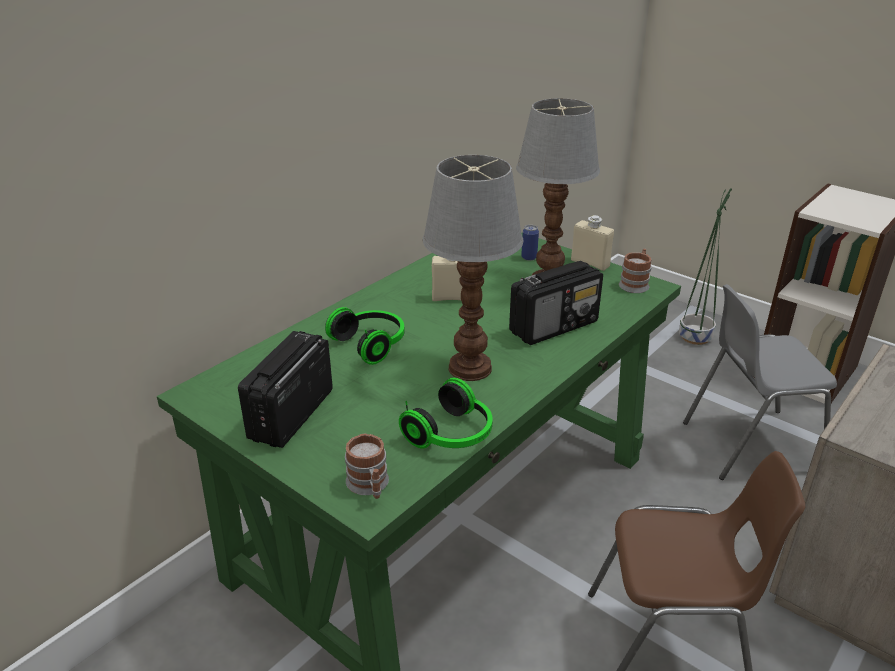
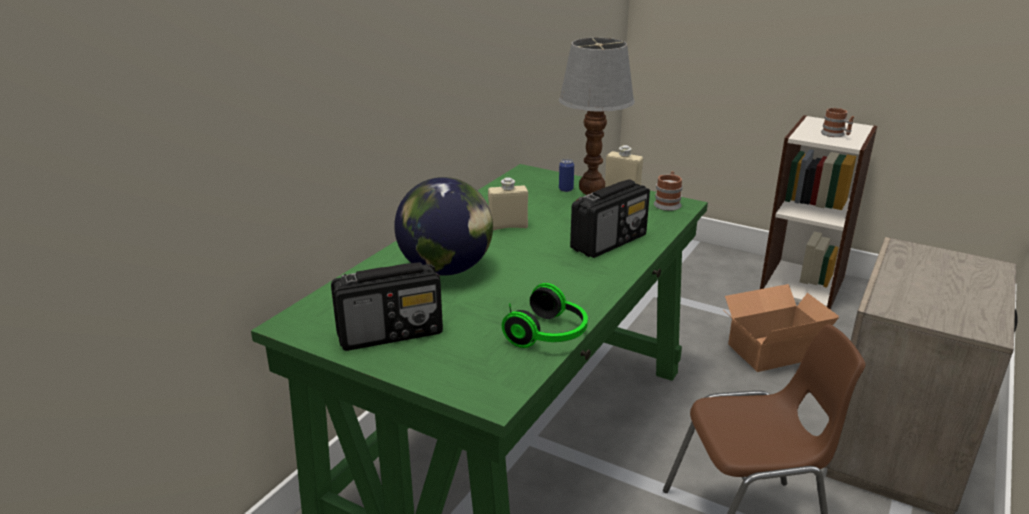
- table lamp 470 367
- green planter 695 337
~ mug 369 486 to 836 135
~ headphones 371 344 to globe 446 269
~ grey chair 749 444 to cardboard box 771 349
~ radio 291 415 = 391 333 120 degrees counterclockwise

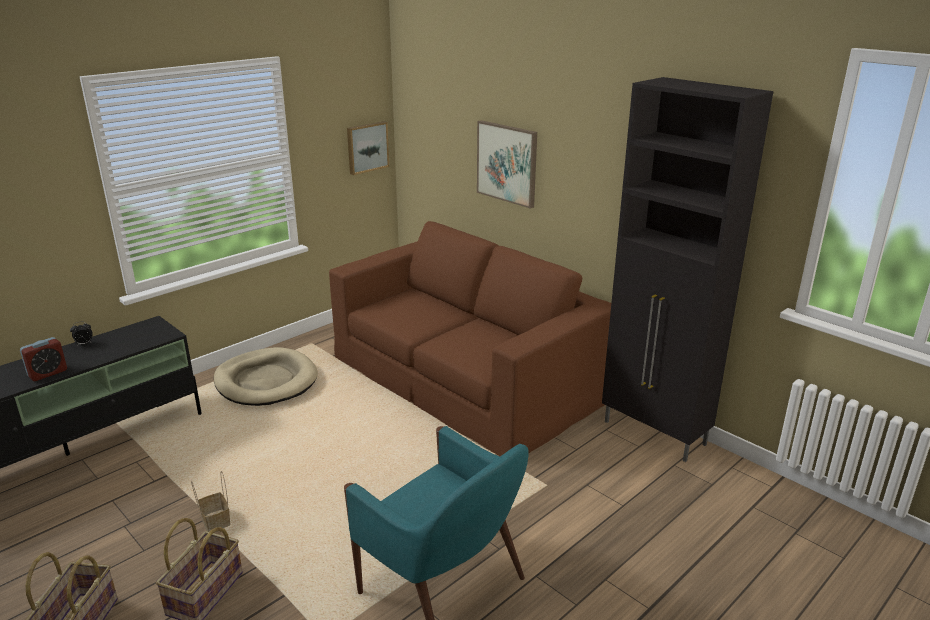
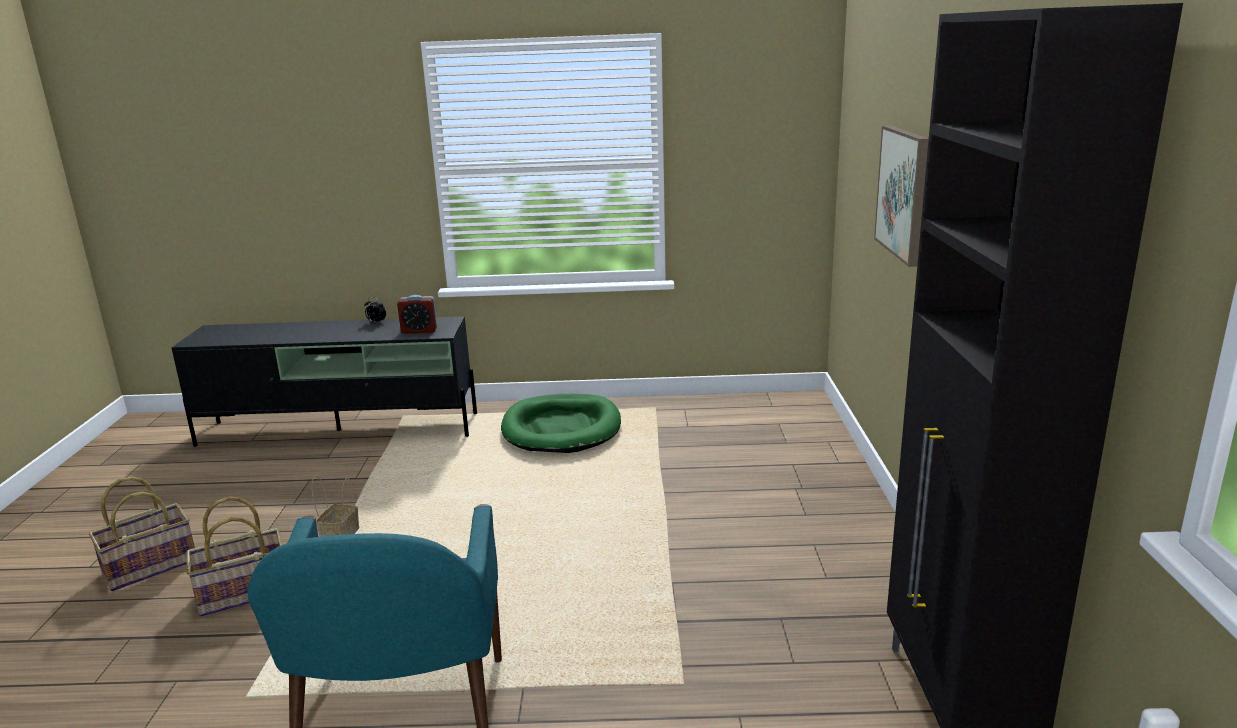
- brown sofa 466 376
- picture 367 147
~ alarm clock 47 373 to 419 331
~ beige dog bed 266 381 to green dog bed 562 428

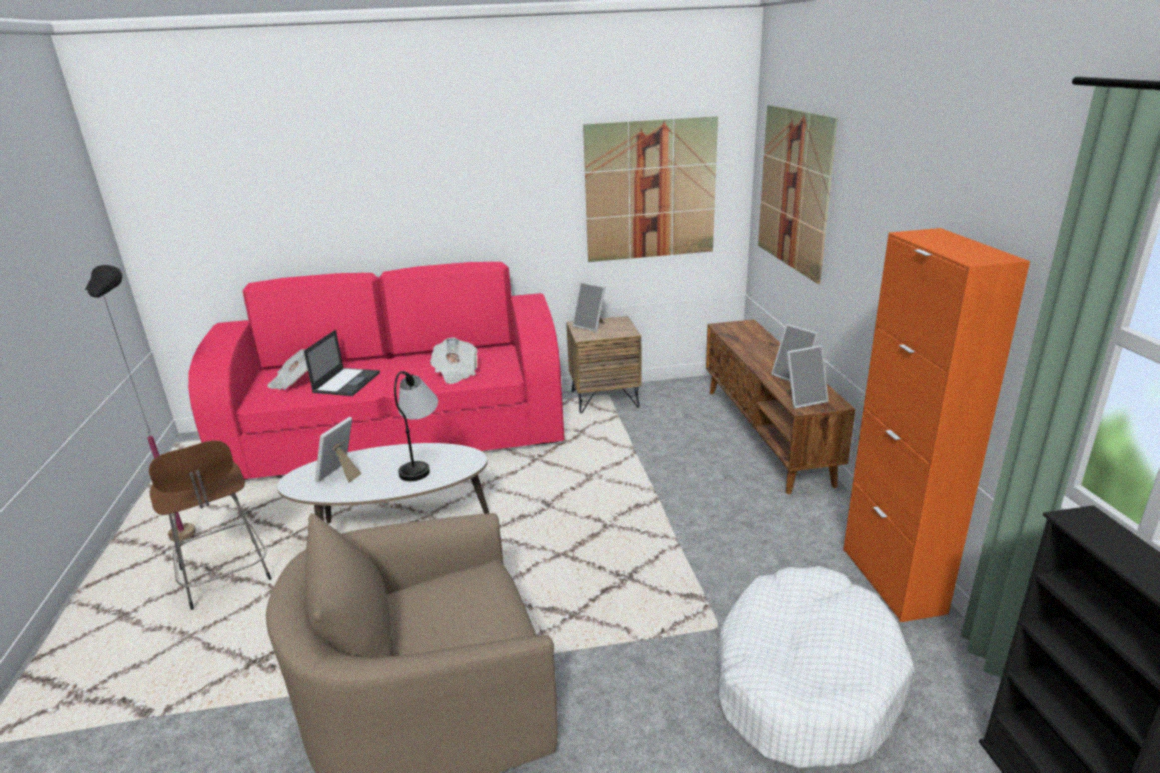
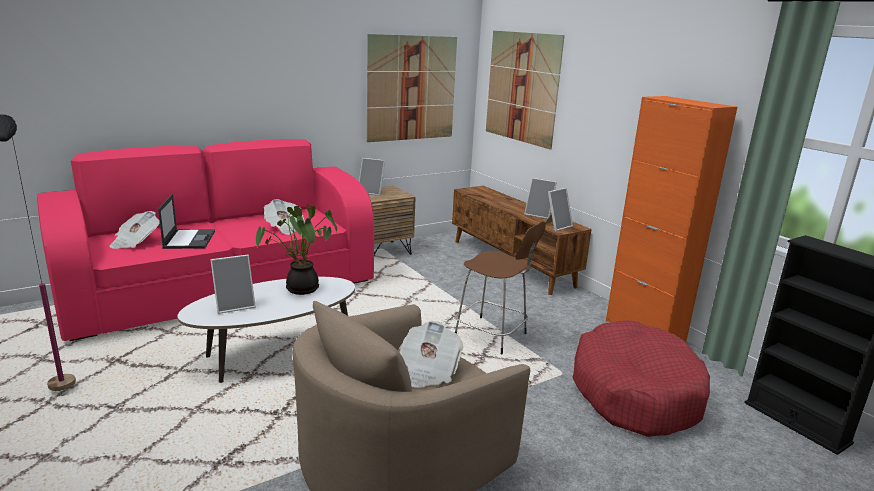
+ newspaper 428 370
~ brown stool 226 577 to 493 336
~ table lamp 421 462 to potted plant 300 290
~ white dog bed 804 681 to red dog bed 634 392
~ picture frame 340 475 = 235 305 120 degrees counterclockwise

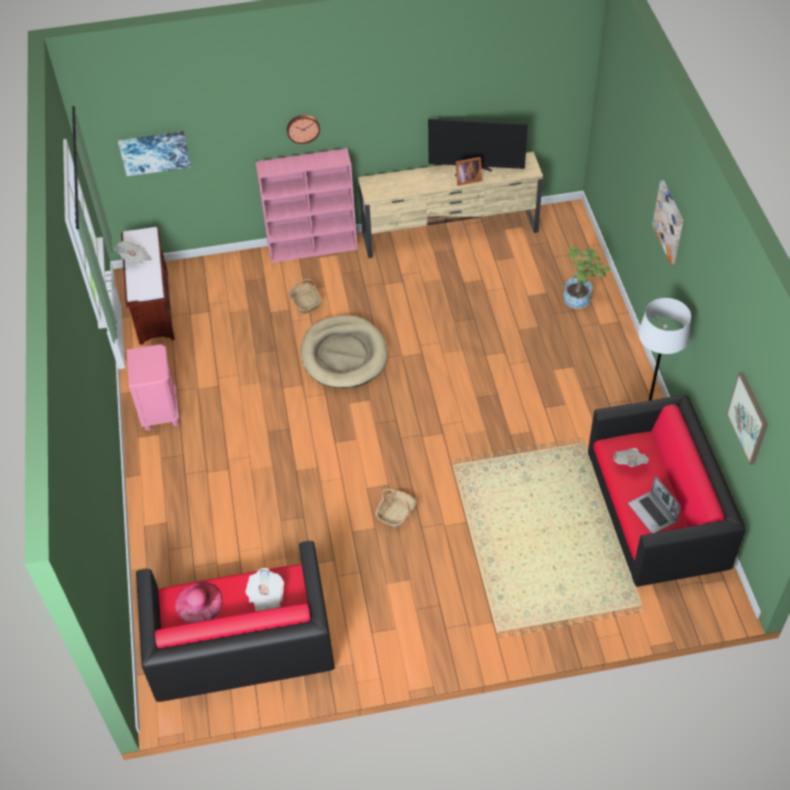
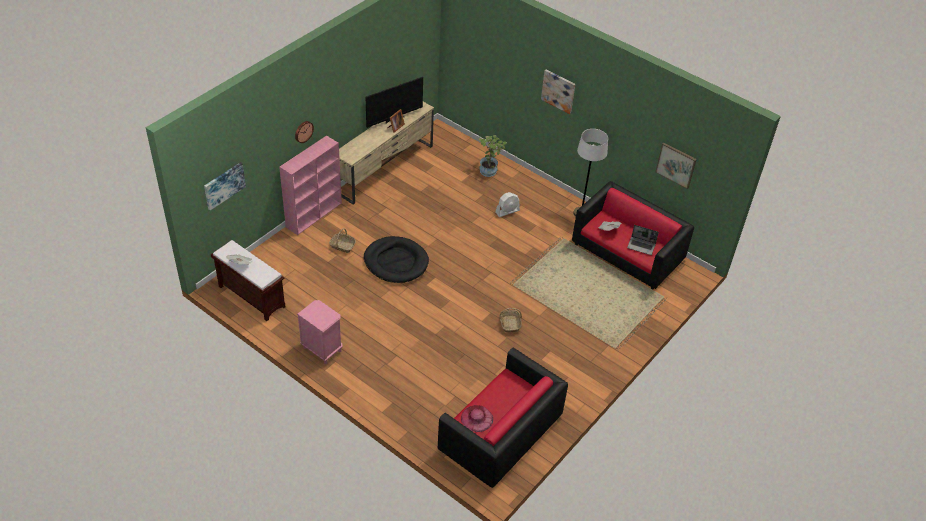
- newspaper 265 598
+ white fan 507 211
~ beige dog bed 344 355 to black dog bed 396 262

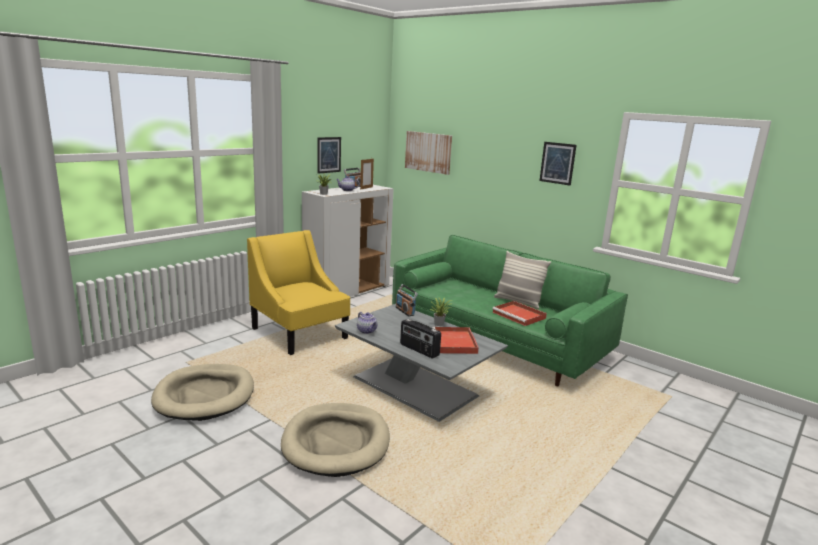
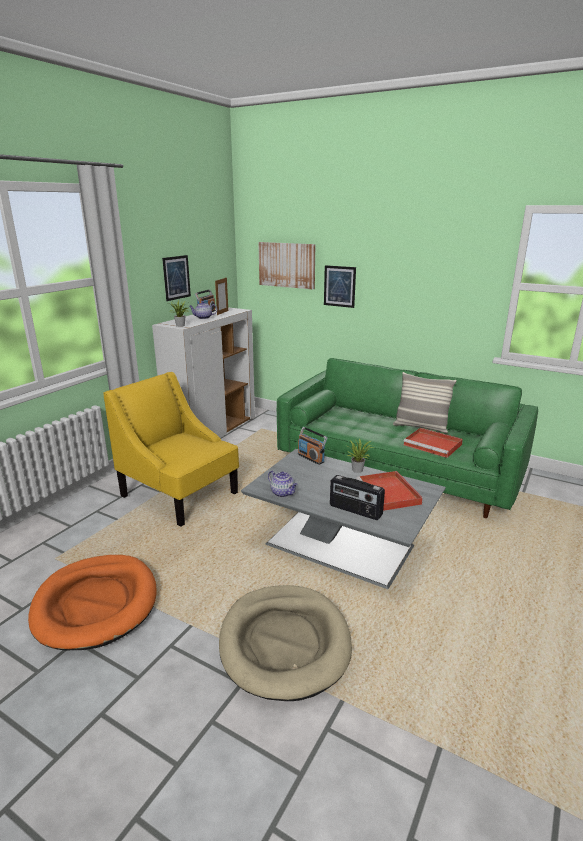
~ picture 557 163 to 339 286
~ beige dog bed 205 395 to orange dog bed 96 604

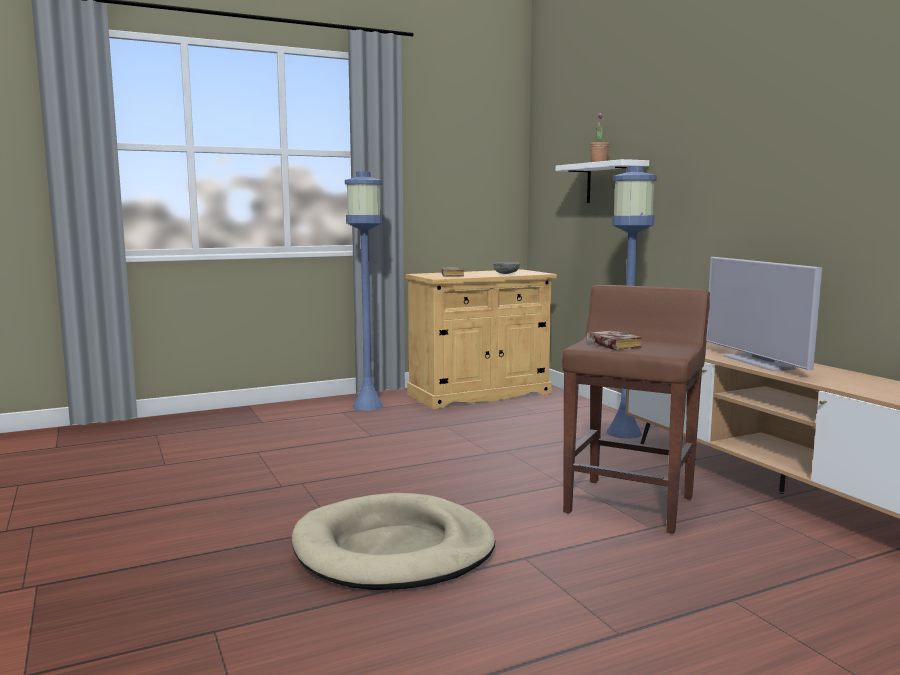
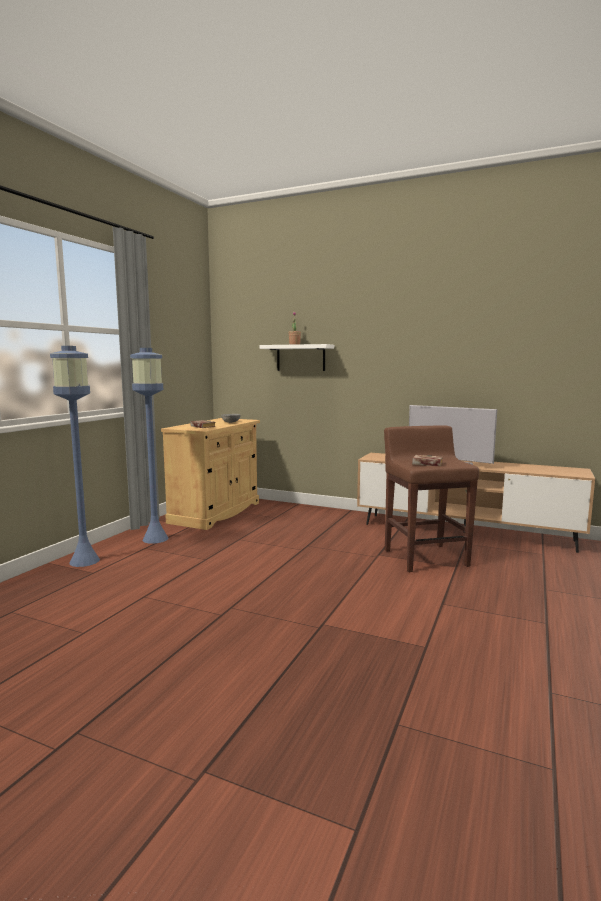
- beige dog bed 394 550
~ blue floor lamp 624 433 to 85 561

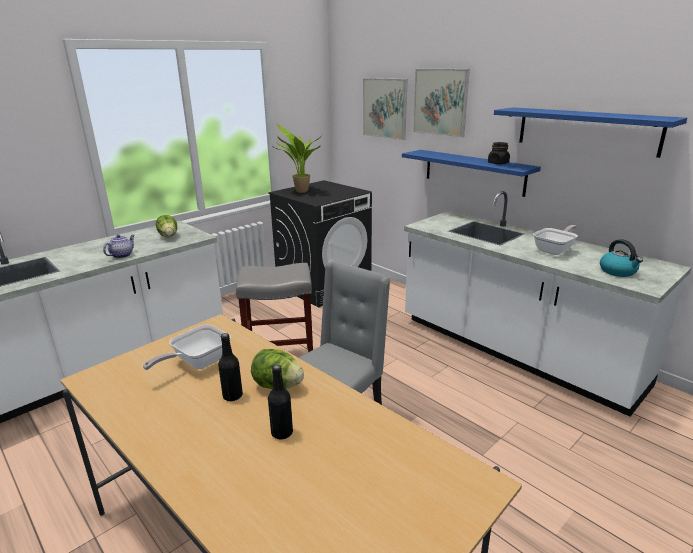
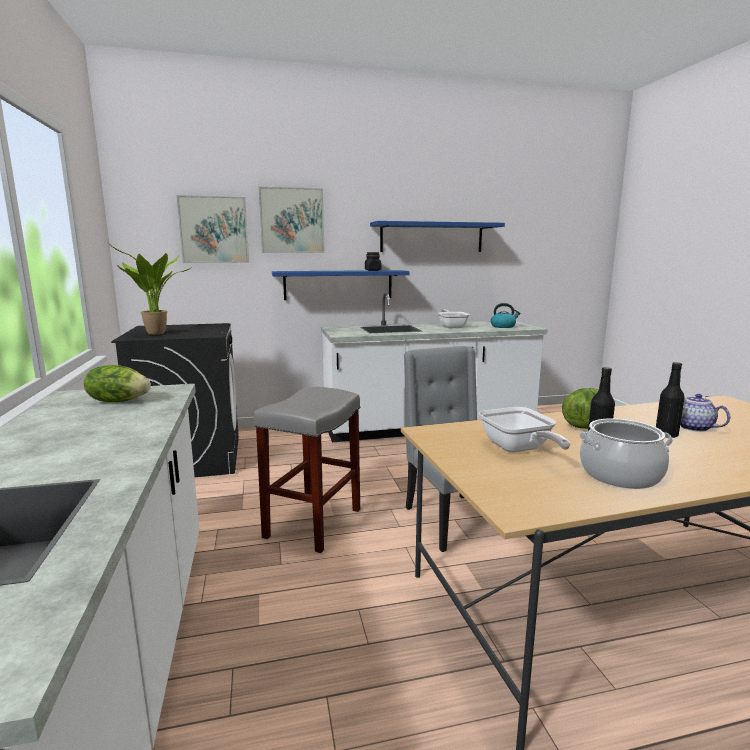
+ cooking pot 620 475
~ teapot 122 255 to 692 427

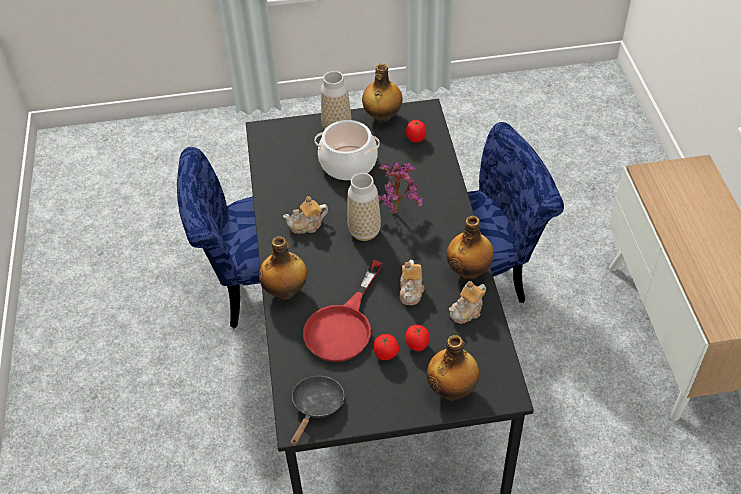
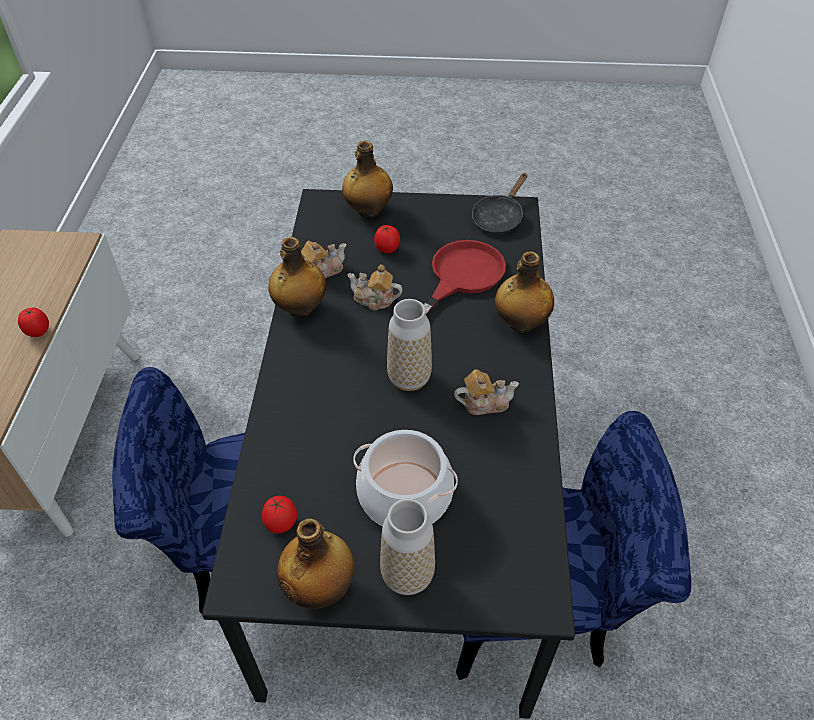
- potted plant 397 210
~ tomato 386 354 to 38 331
~ teapot 411 291 = 374 299 90 degrees counterclockwise

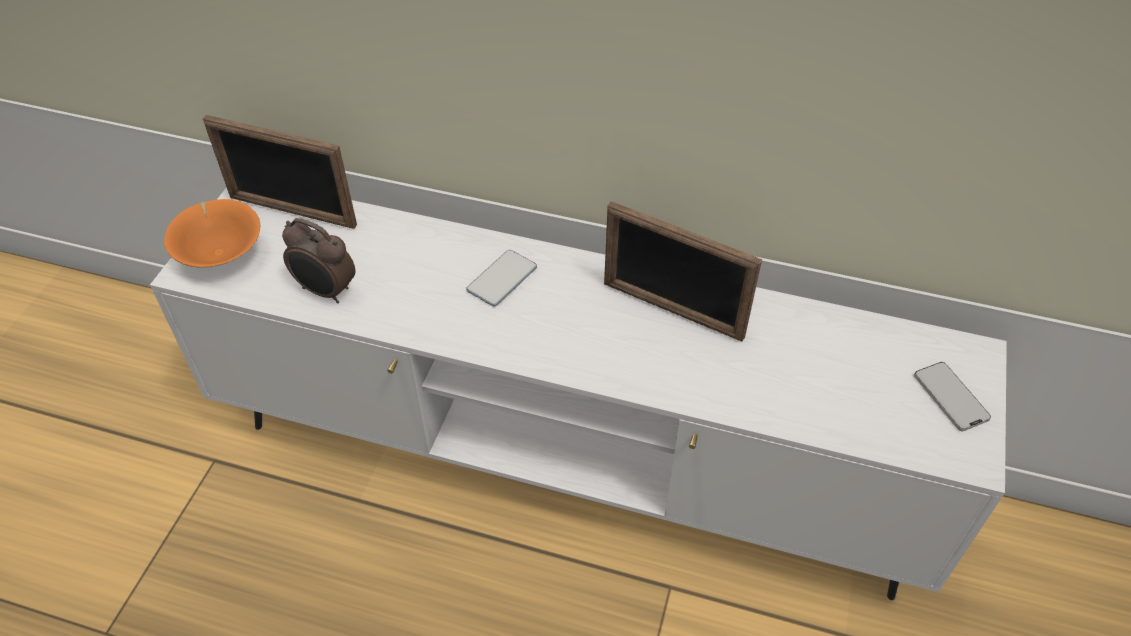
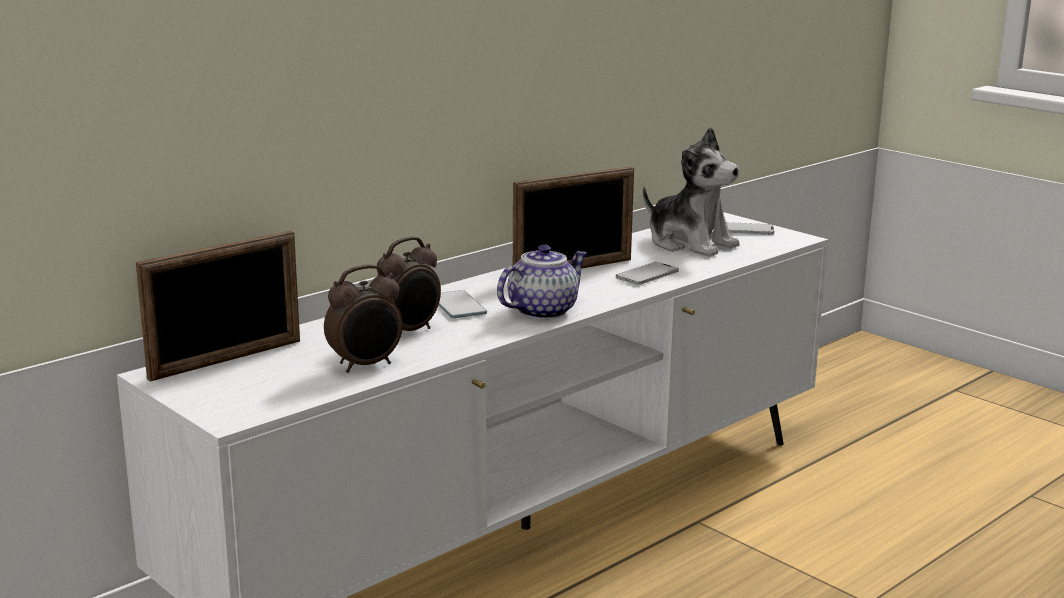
- orange bowl 221 254
+ alarm clock 409 332
+ teapot 543 311
+ phone 647 275
+ plush toy 690 243

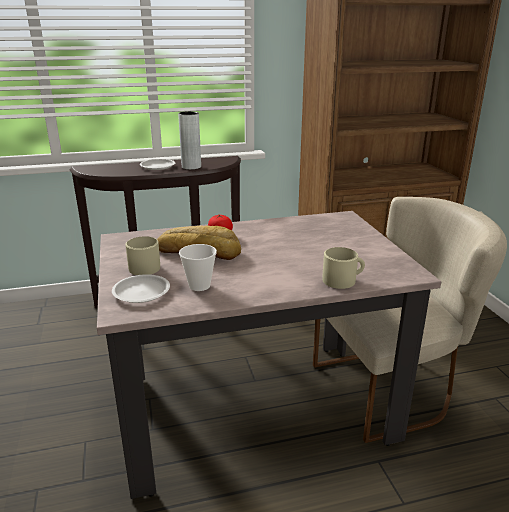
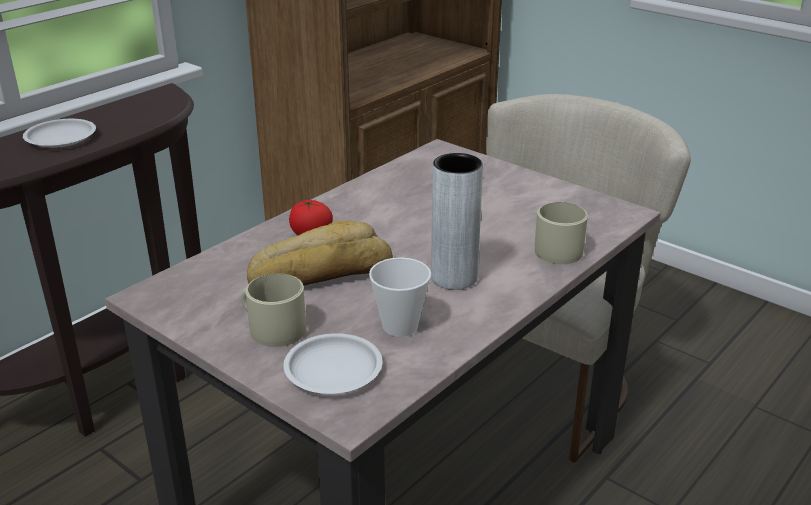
~ grey vase 191 167 to 454 278

